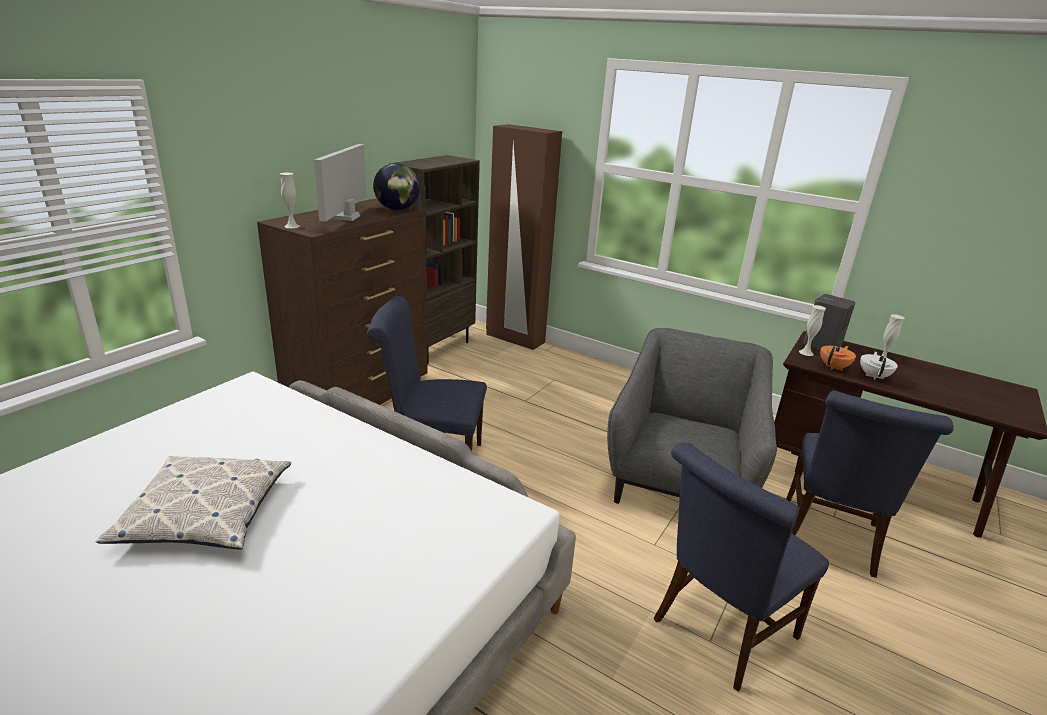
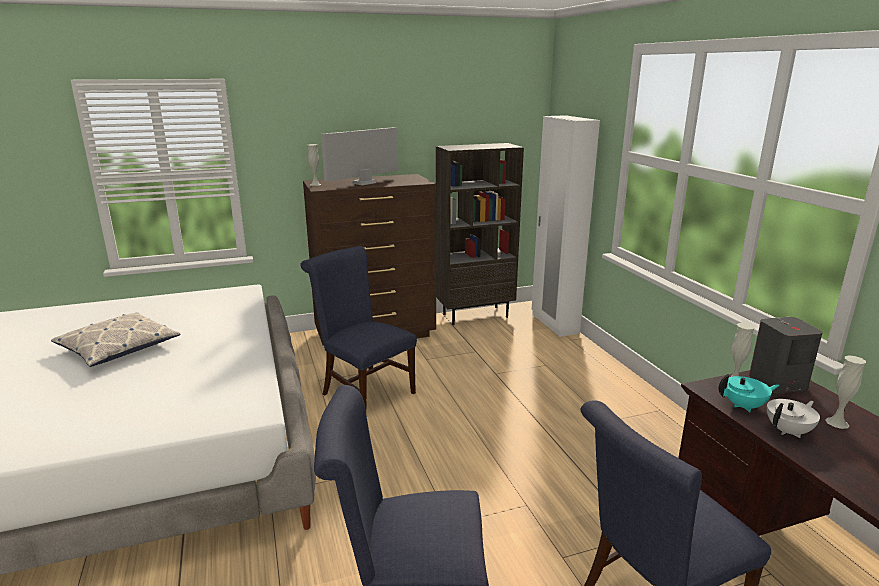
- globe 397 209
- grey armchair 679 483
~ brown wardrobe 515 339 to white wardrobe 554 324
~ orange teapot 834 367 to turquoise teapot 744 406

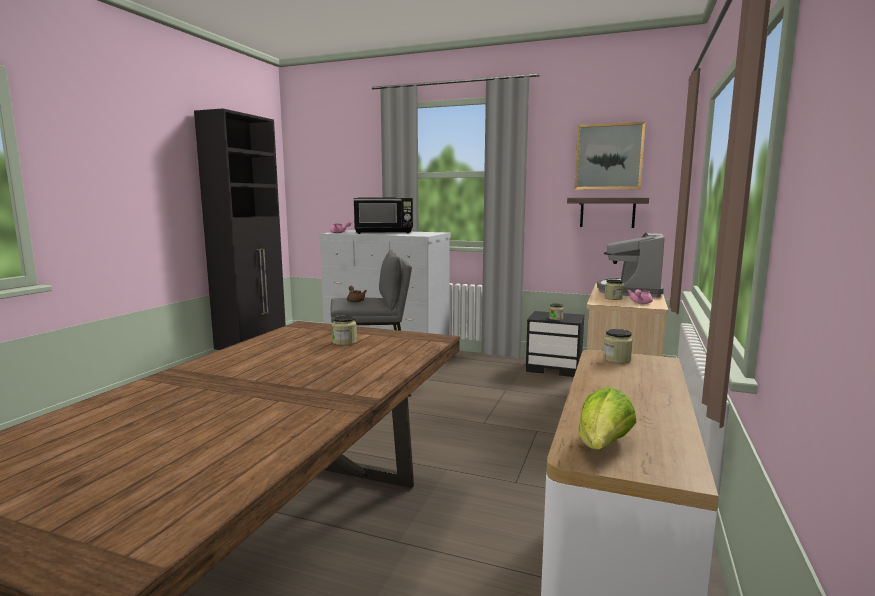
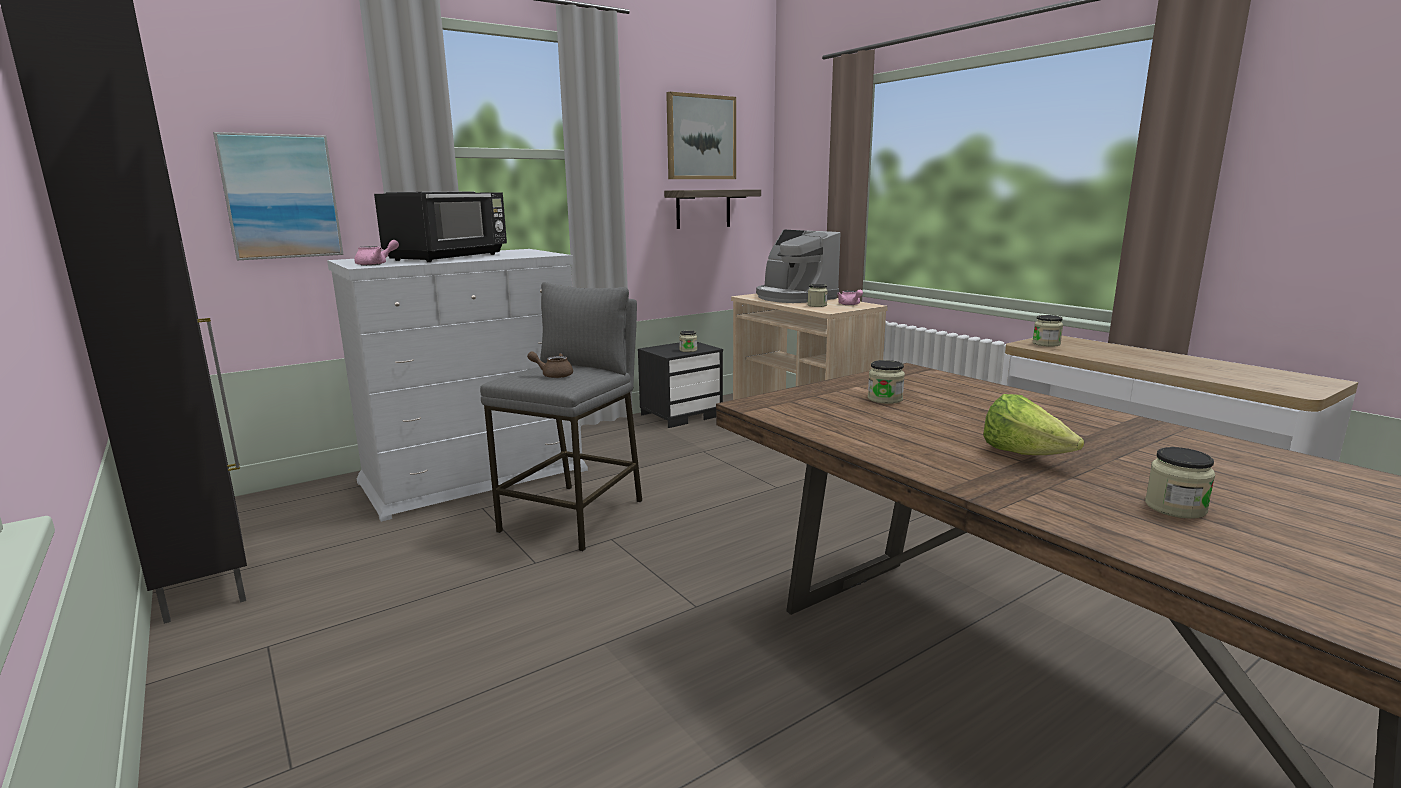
+ picture 281 197
+ jar 1175 507
~ lettuce 603 447 to 1024 455

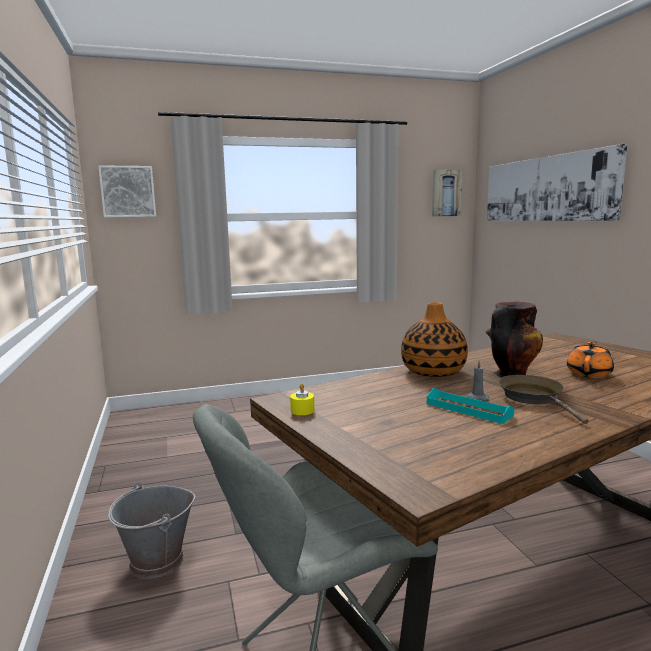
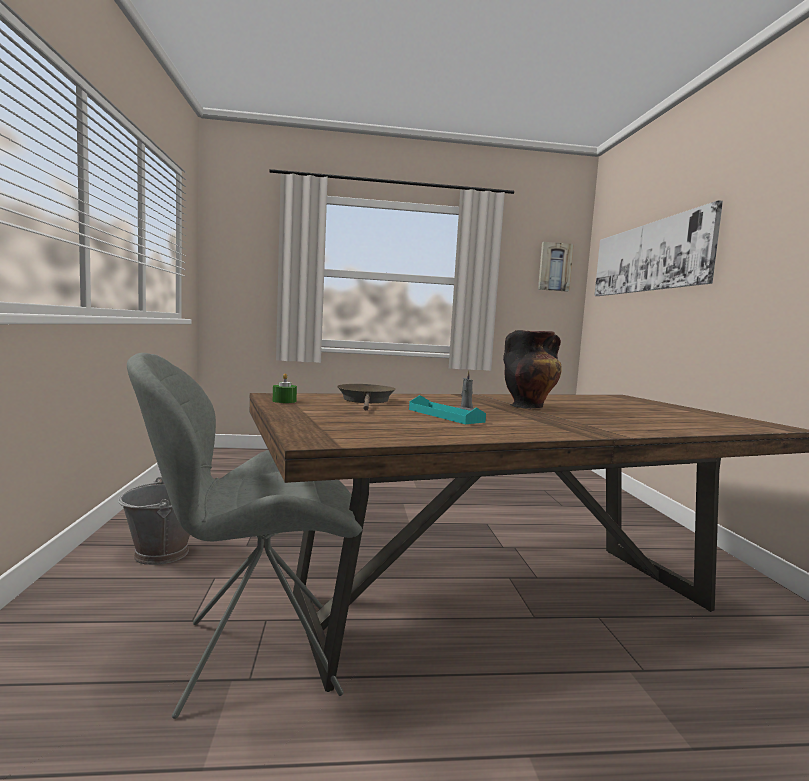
- picture 128 191
- vase 433 371
- orange teapot 589 373
~ brown frying pan 533 398 to 366 401
~ yellow candle 302 410 to green candle 284 401

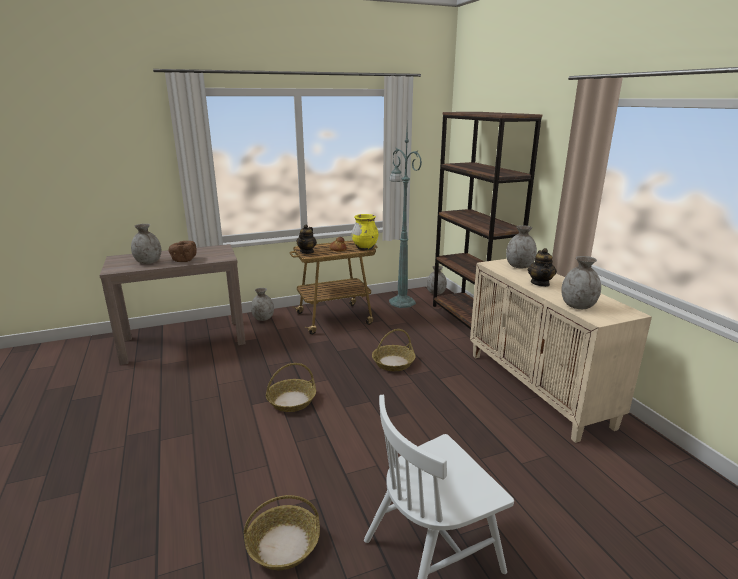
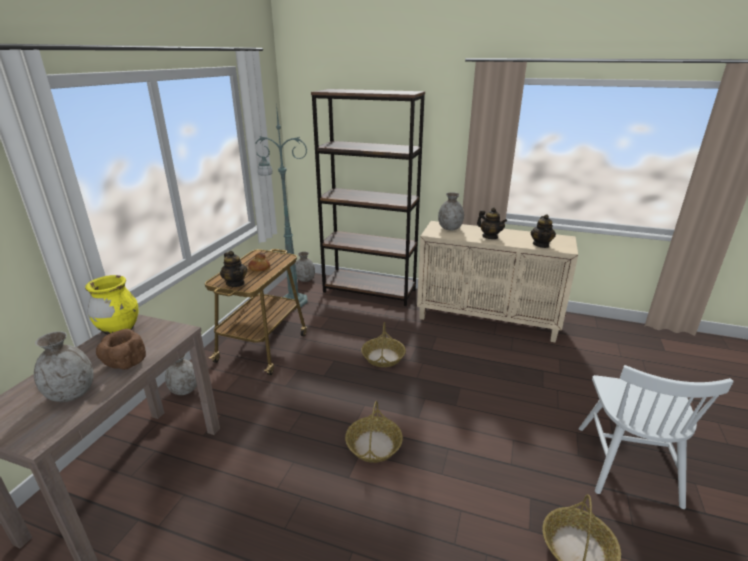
~ yellow vase 365 248 to 119 330
~ grey vase 578 306 to teapot 541 245

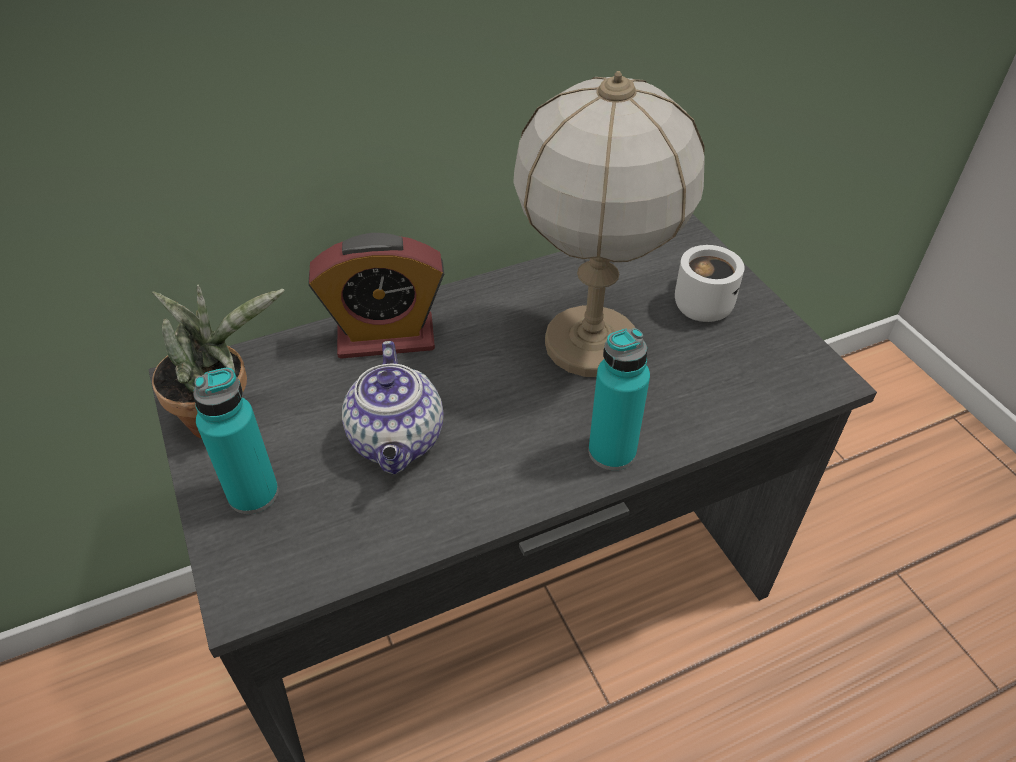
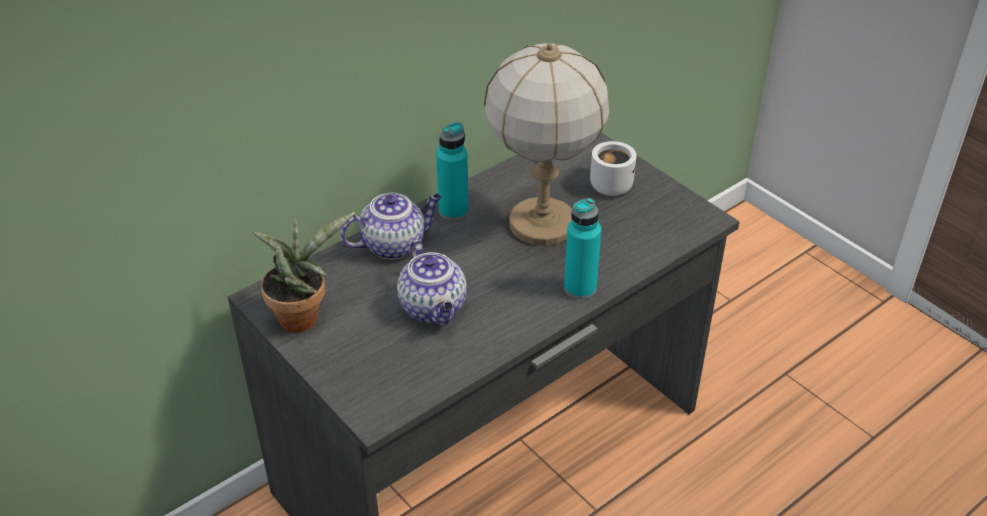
~ turquoise bottle 253 494 to 453 211
~ alarm clock 386 337 to teapot 394 244

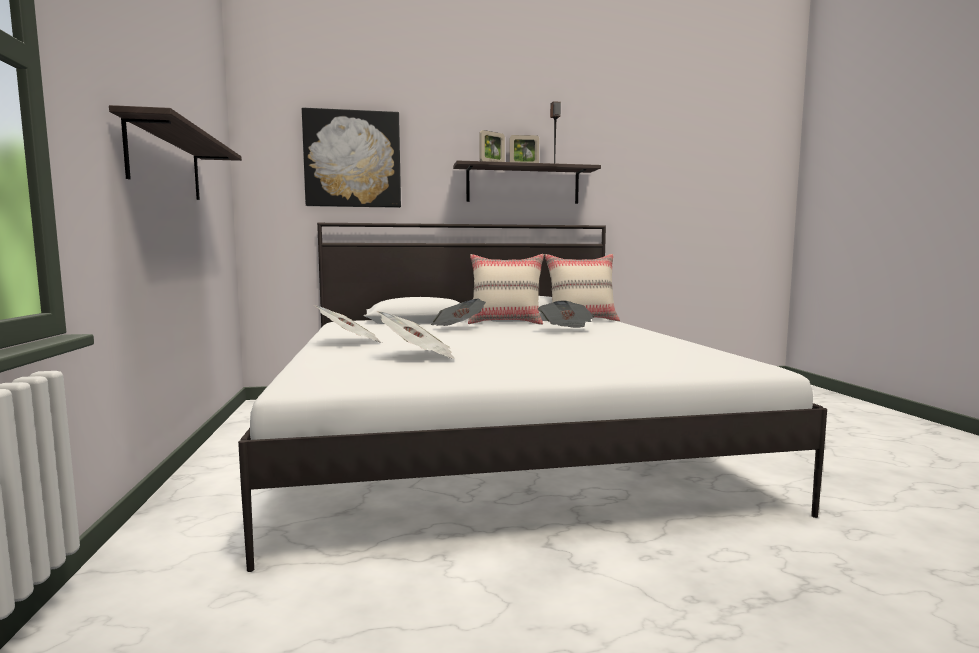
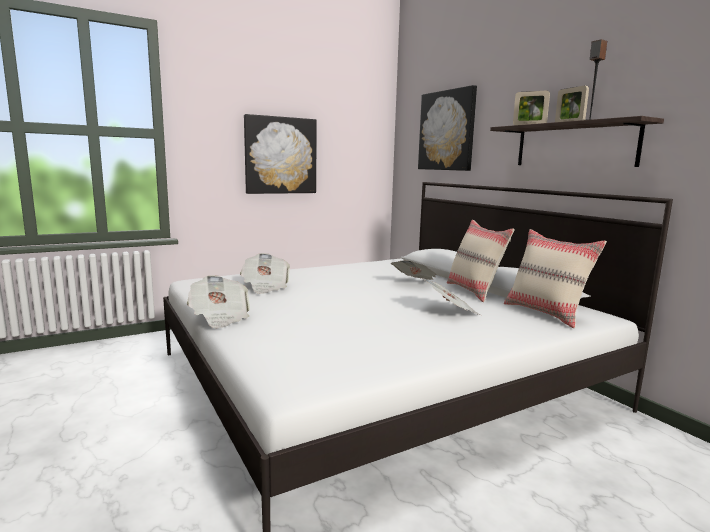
~ newspaper 350 342 to 220 317
~ shelf 165 163 to picture 280 155

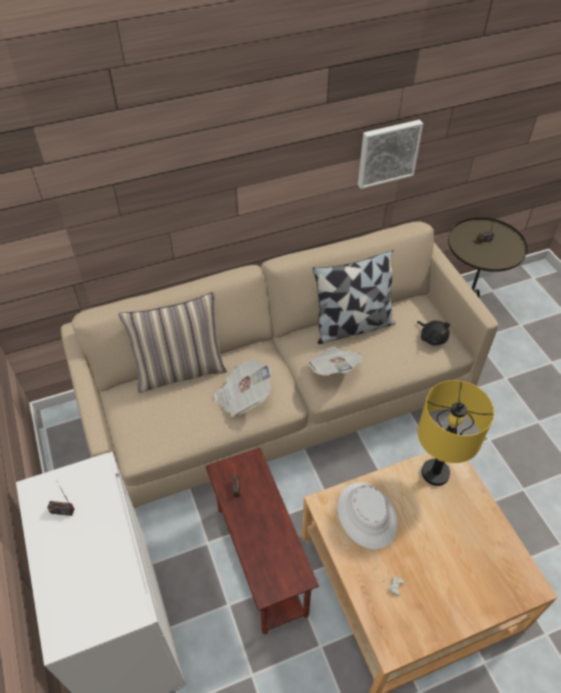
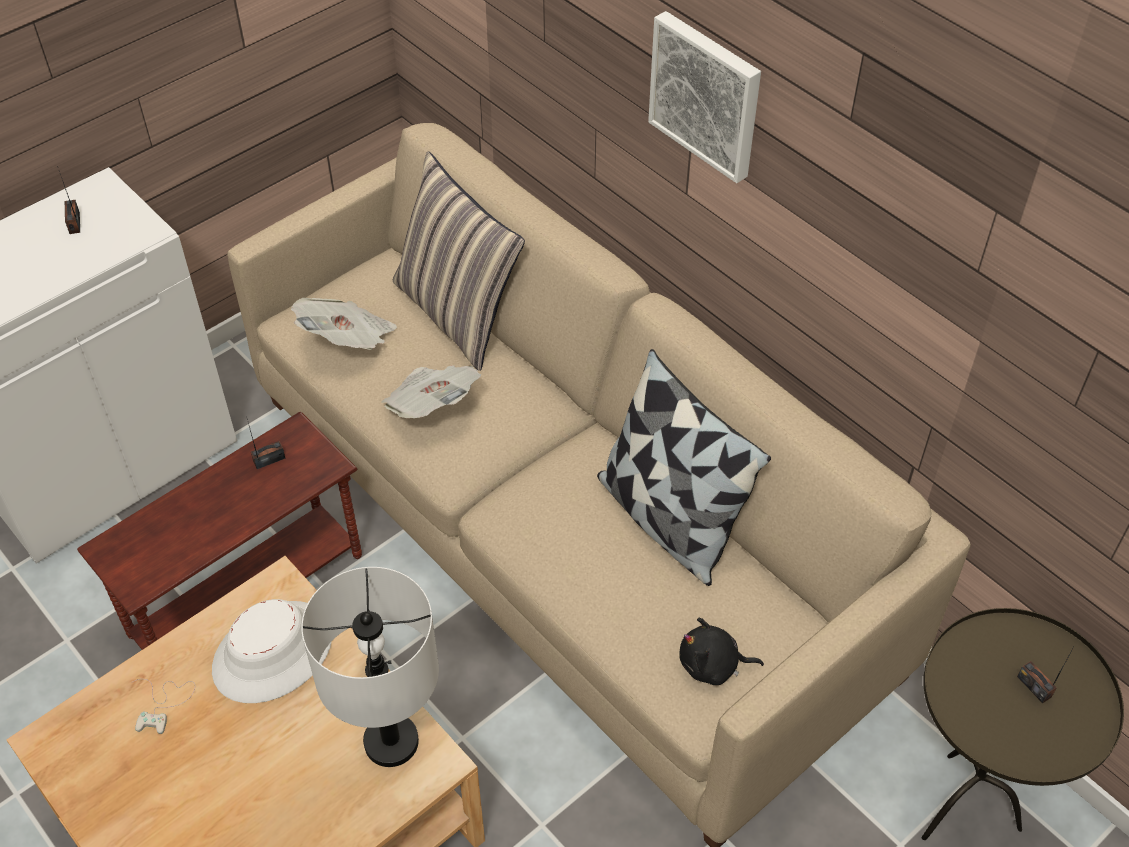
~ newspaper 333 369 to 348 340
~ picture 387 153 to 707 94
~ yellow table lamp 435 473 to white table lamp 392 742
~ black plush toy 432 337 = 713 665 60 degrees clockwise

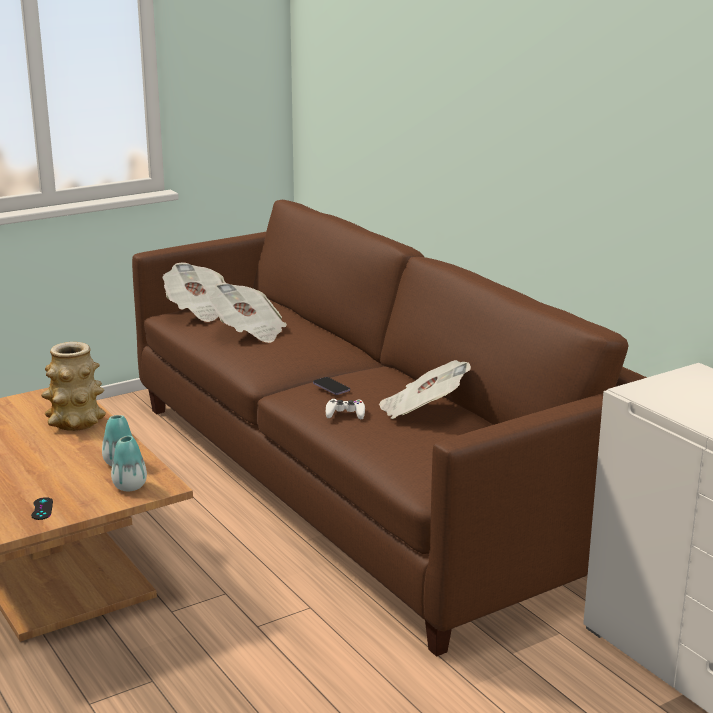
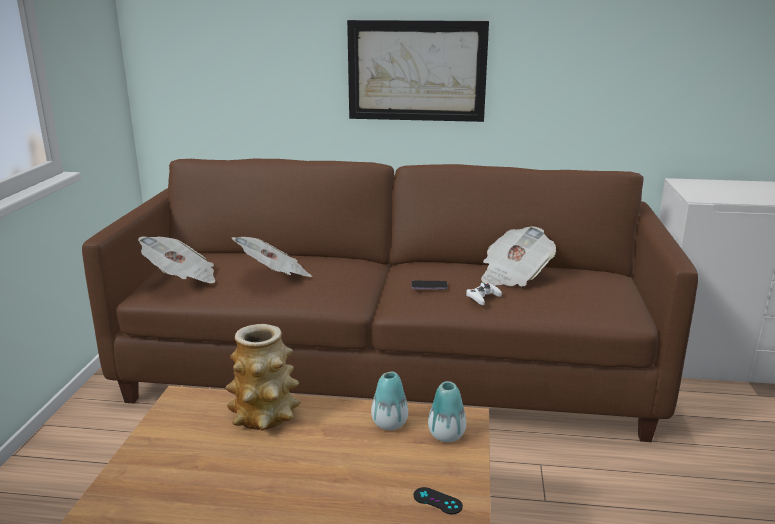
+ picture 417 71

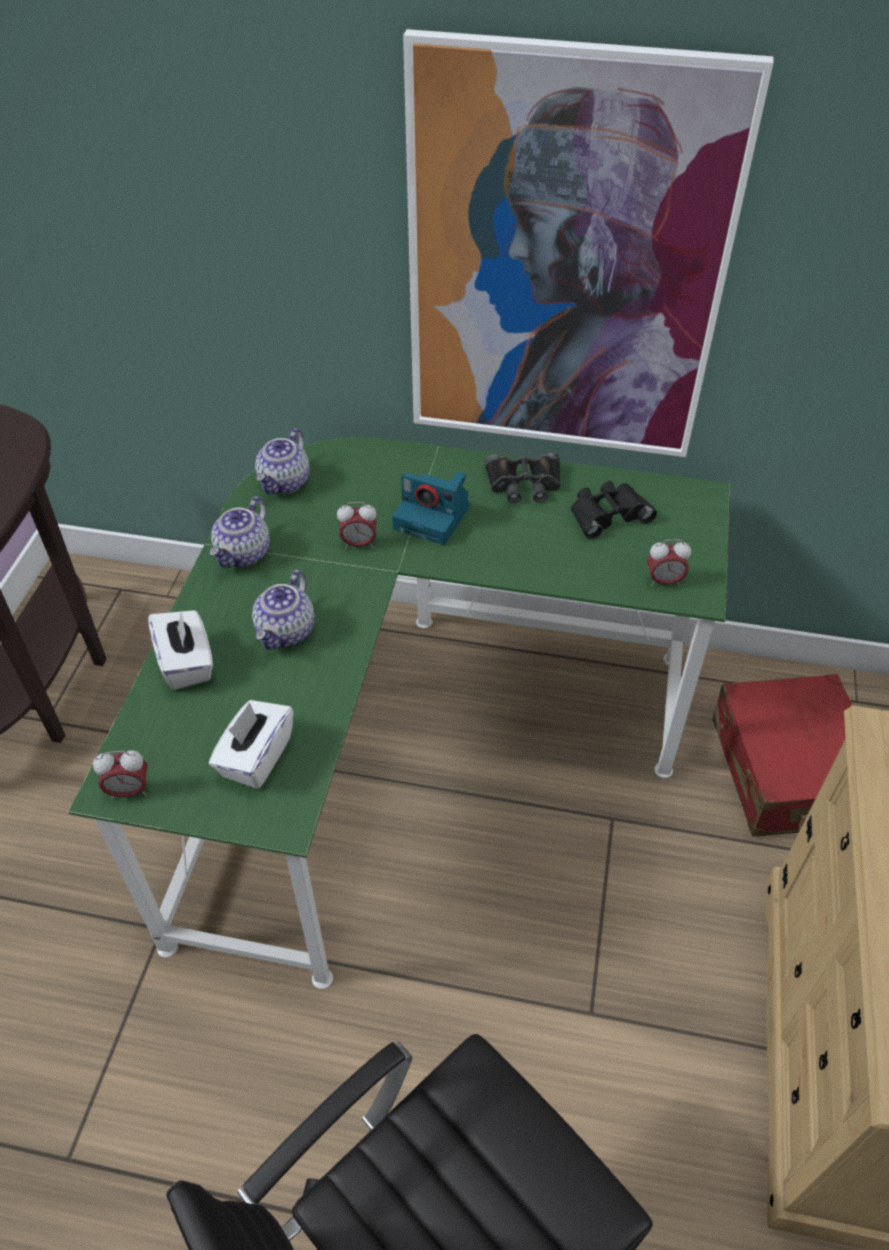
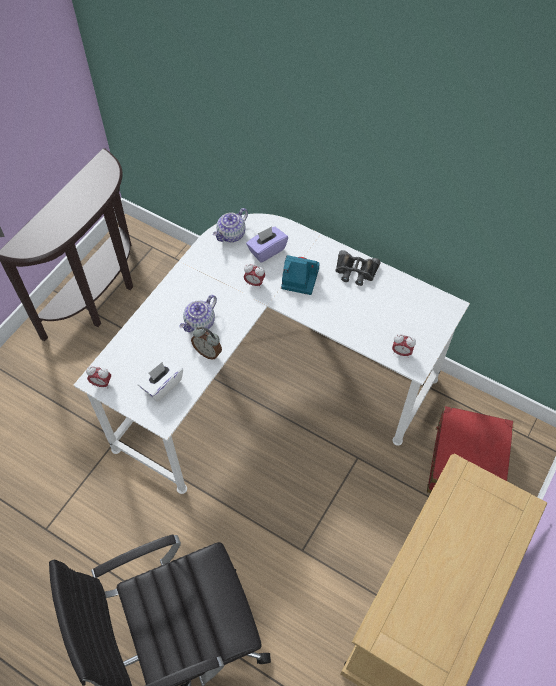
- white tissue box 187 663
- teapot 244 554
- picture 564 266
- black binoculars 608 514
+ alarm clock 208 352
+ purple tissue box 267 250
~ green desk 408 741 to white desk 269 381
~ photo camera 433 517 = 299 278 150 degrees clockwise

